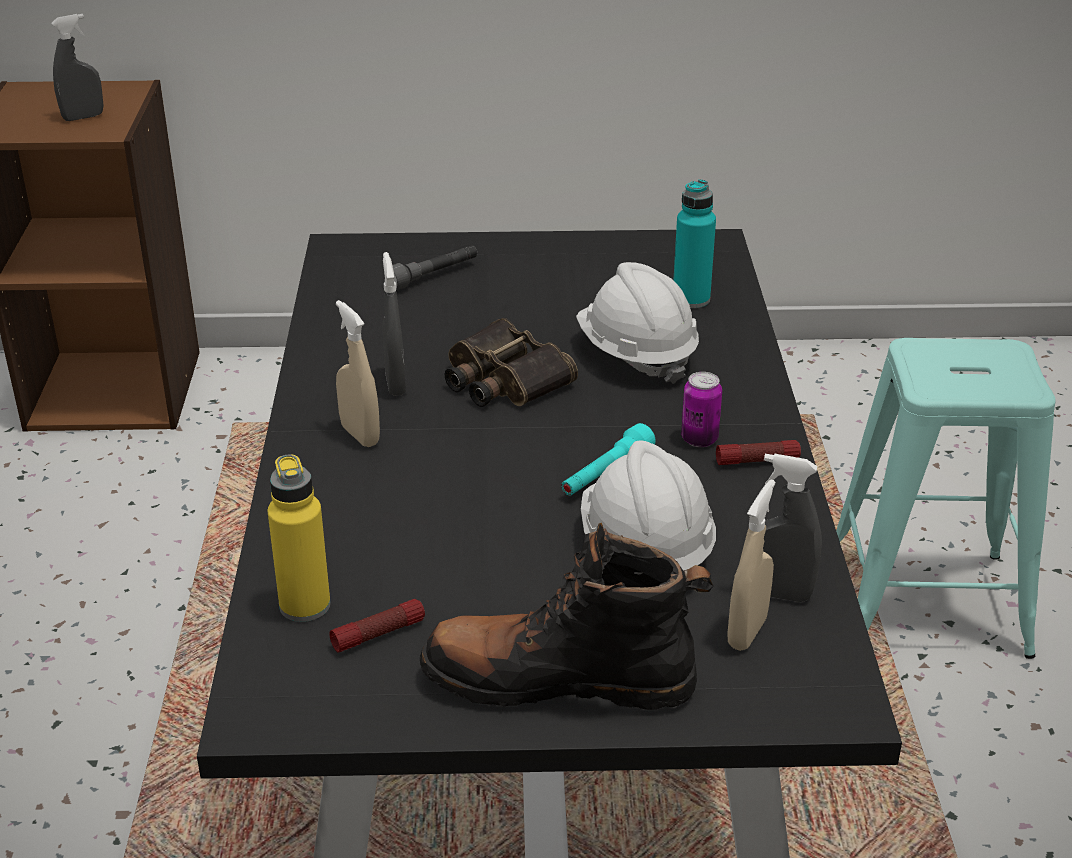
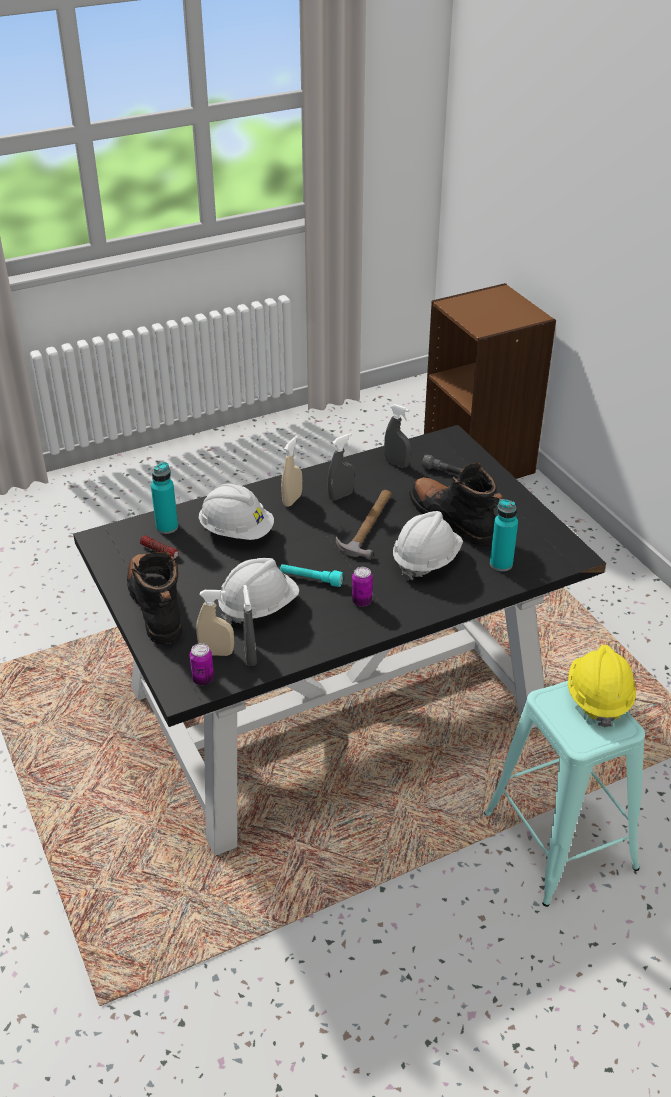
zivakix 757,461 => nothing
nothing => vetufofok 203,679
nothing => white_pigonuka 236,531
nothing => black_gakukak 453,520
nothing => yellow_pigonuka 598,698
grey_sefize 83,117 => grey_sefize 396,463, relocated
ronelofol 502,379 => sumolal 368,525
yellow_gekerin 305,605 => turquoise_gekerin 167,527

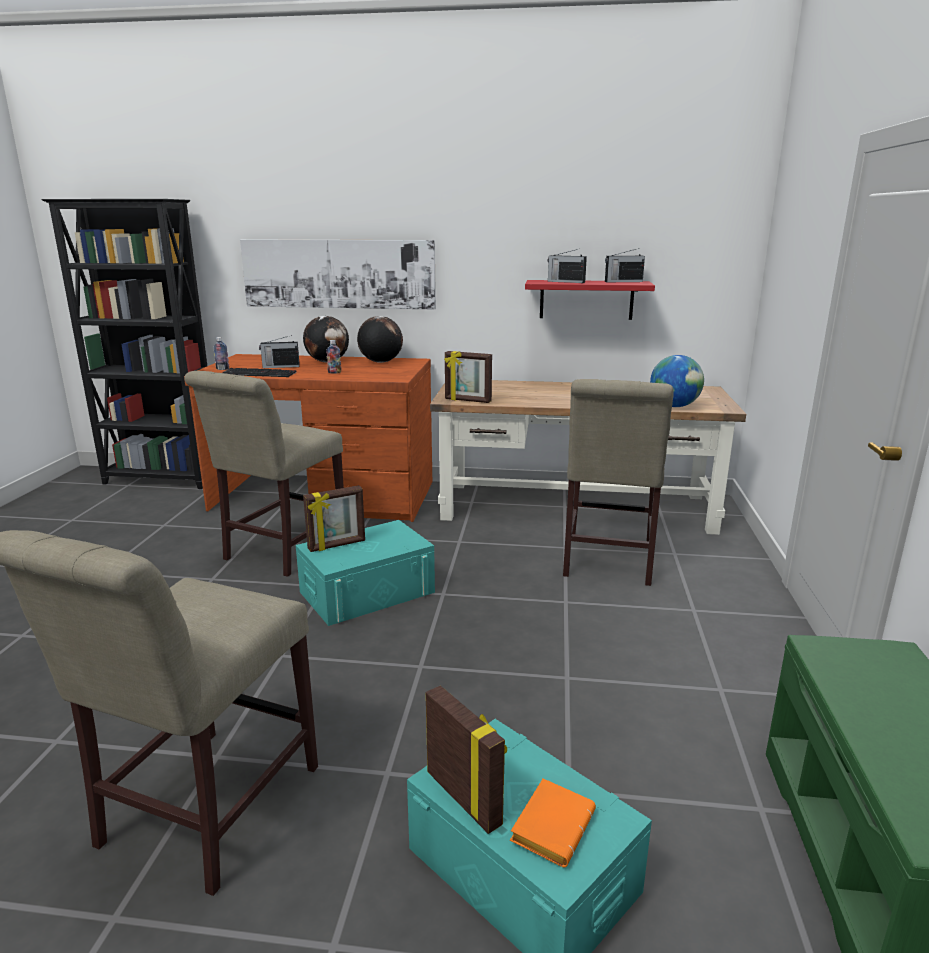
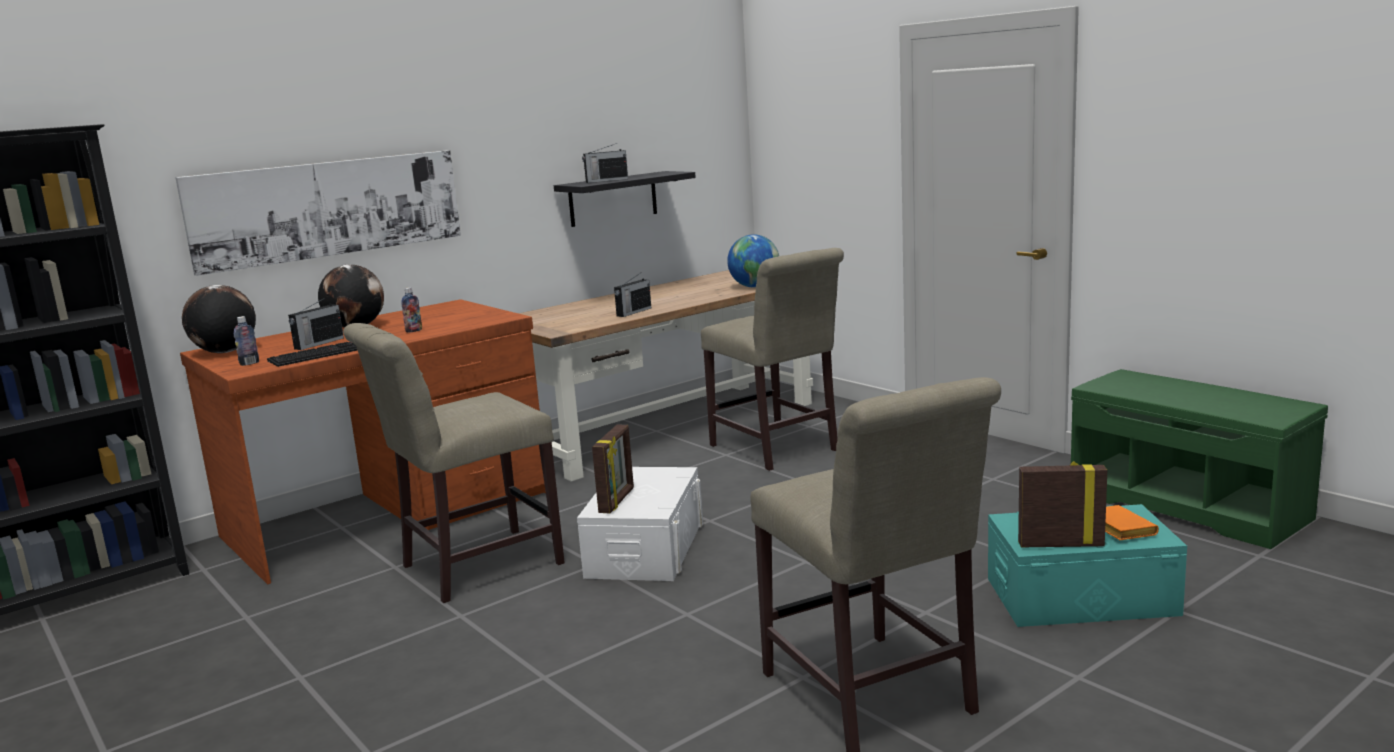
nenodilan 467,401 => nothing
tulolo 380,362 => tulolo 225,352, relocated
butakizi 622,281 => butakizi 633,312, relocated
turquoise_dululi 367,592 => white_dululi 645,549
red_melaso 586,299 => black_melaso 613,199
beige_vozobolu 280,551 => beige_vozobolu 473,567, 75 degrees clockwise

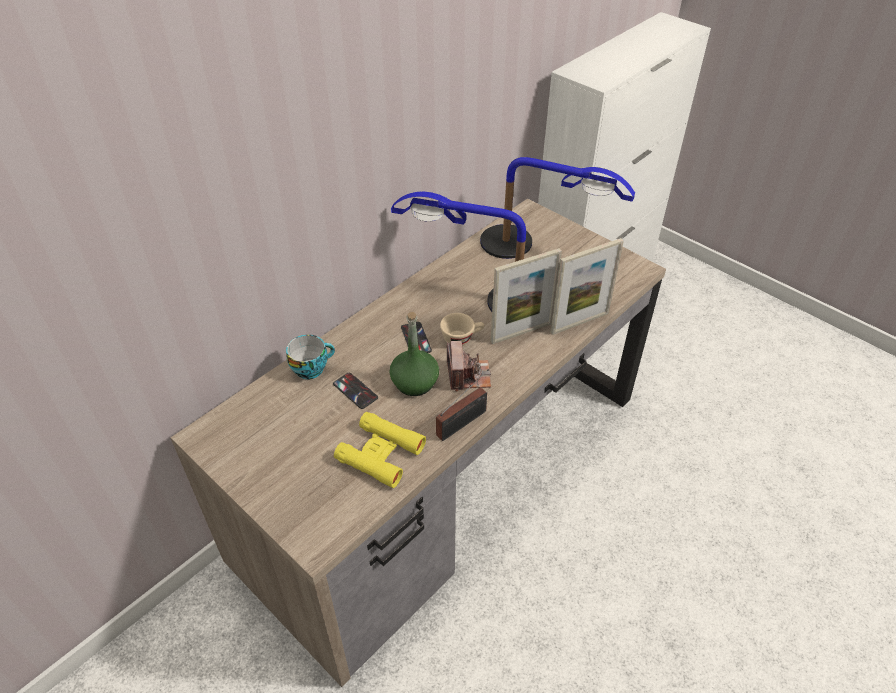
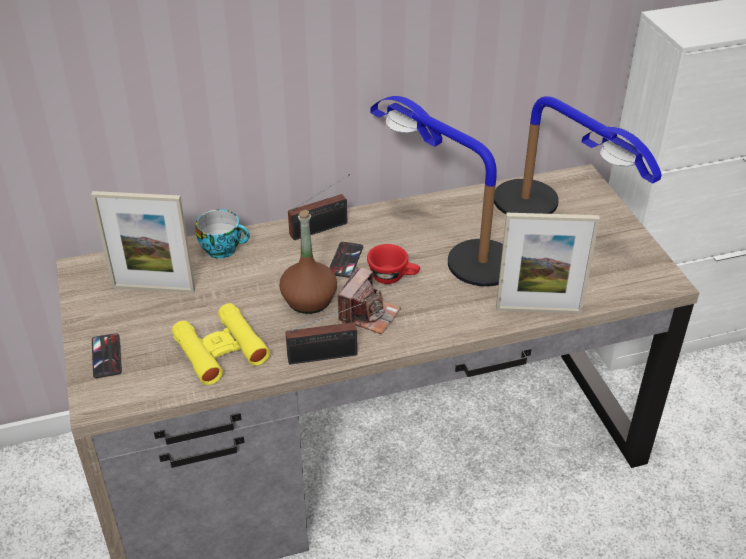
nothing => butakizi 322,228
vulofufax 355,391 => vulofufax 106,356, relocated
nenodilan 521,332 => nenodilan 153,288, relocated
green_gekerin 415,383 => brown_gekerin 309,300
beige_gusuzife 462,338 => red_gusuzife 393,277

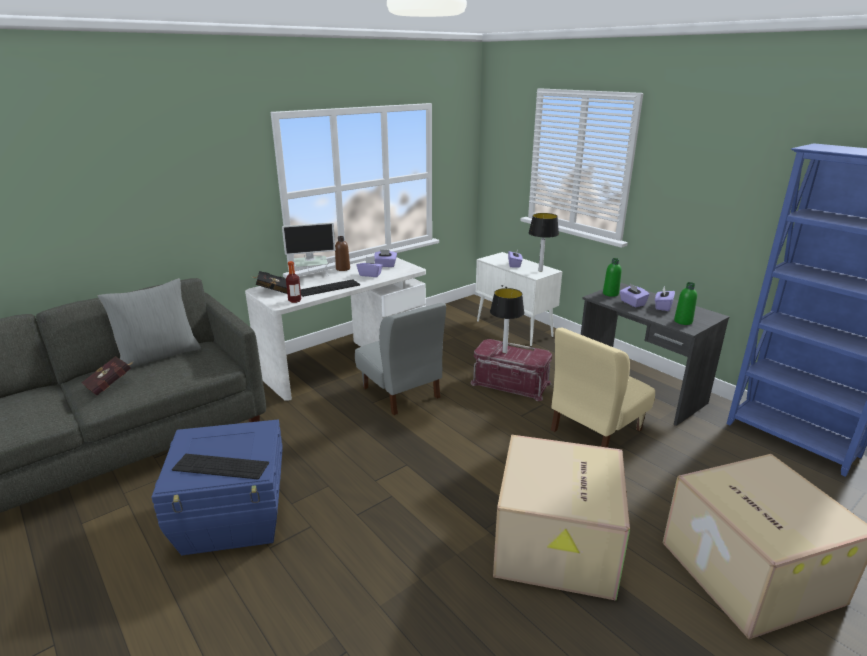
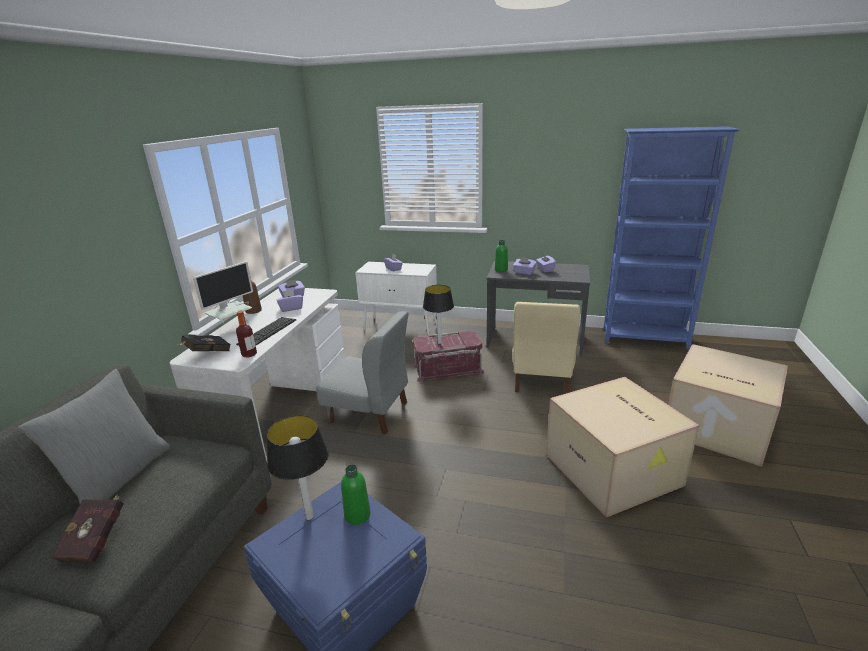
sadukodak 221,466 => nothing
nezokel 540,271 => nezokel 309,517, relocated
green_gekerin 683,321 => green_gekerin 357,515, relocated

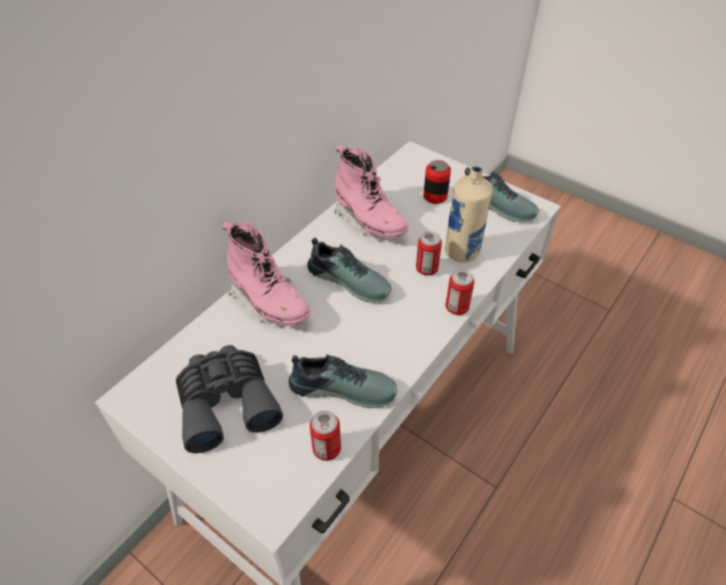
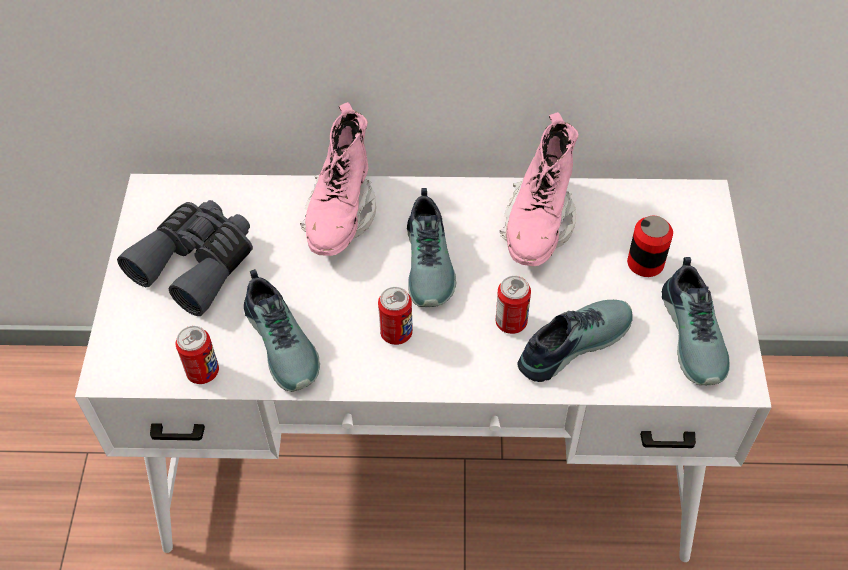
vetufofok 457,307 => vetufofok 396,333, relocated
beige_gekerin 462,252 => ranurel 571,342

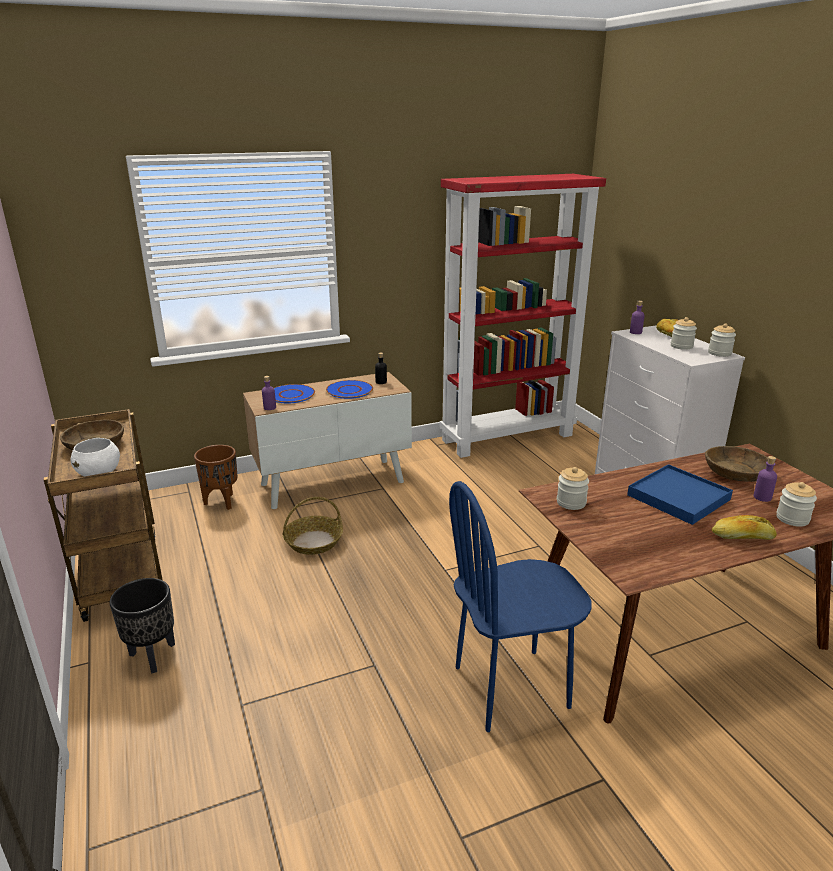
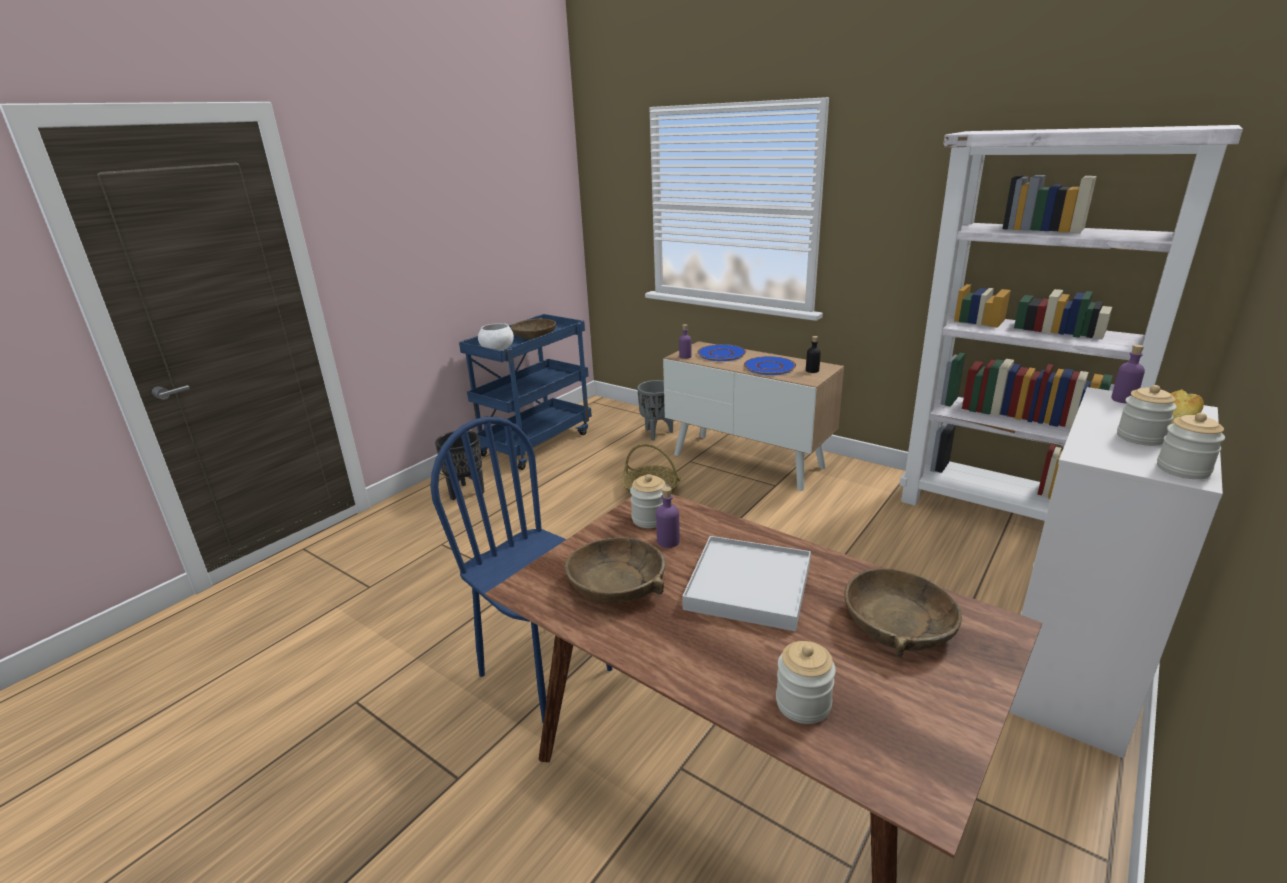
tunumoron 742,537 => nothing
nothing => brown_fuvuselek 617,583
purple_gekerin 762,497 => purple_gekerin 668,541, relocated
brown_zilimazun 120,574 => blue_zilimazun 536,443
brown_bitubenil 222,502 => grey_bitubenil 657,433
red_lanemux 508,437 => white_lanemux 1003,513
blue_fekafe 678,497 => white_fekafe 748,586

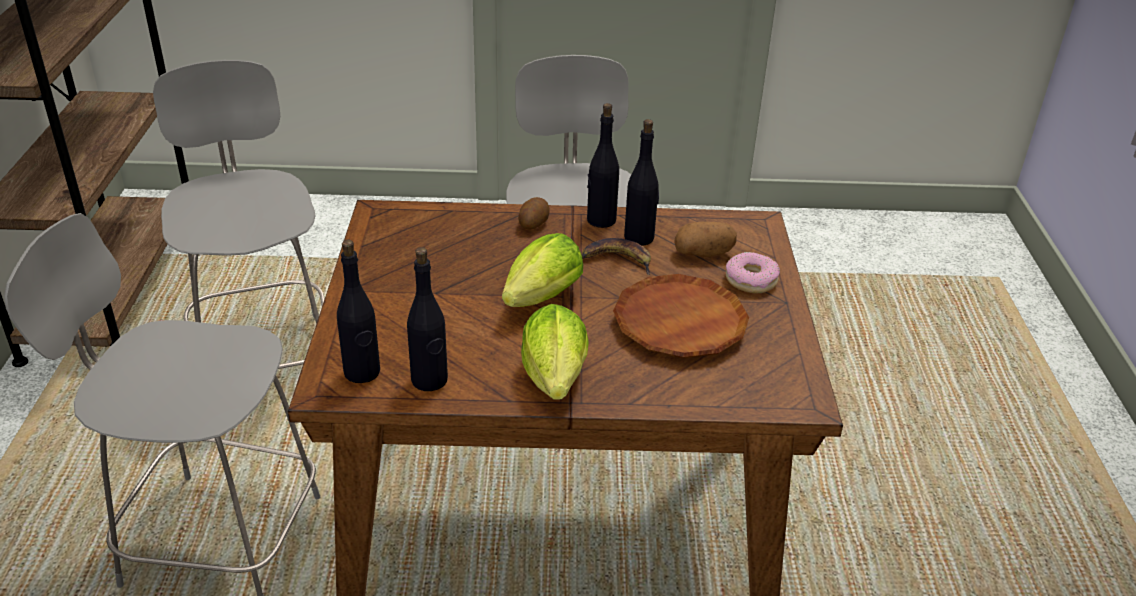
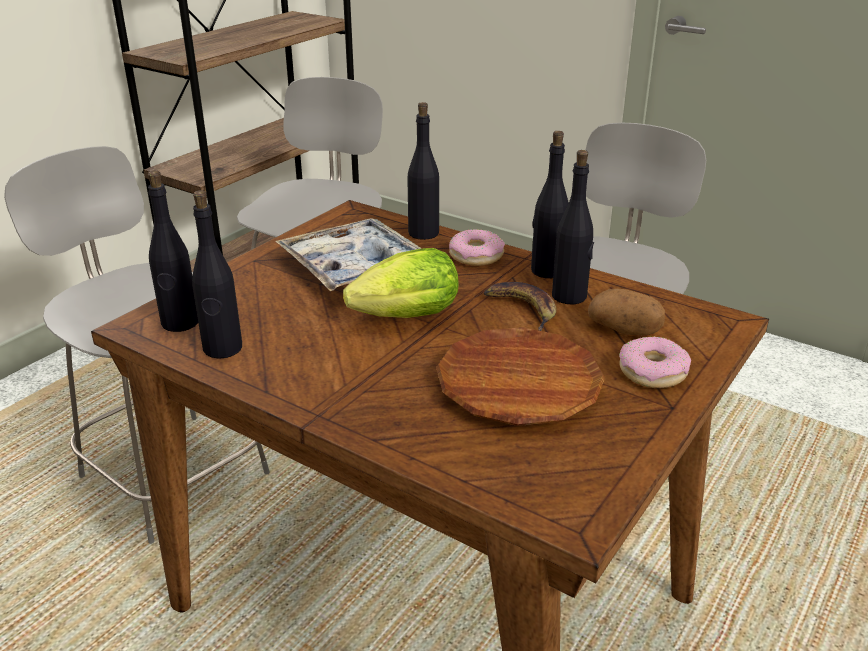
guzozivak 555,382 => nothing
nothing => fekafe 355,267
nothing => black_gekerin 423,233
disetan 533,223 => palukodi 476,256

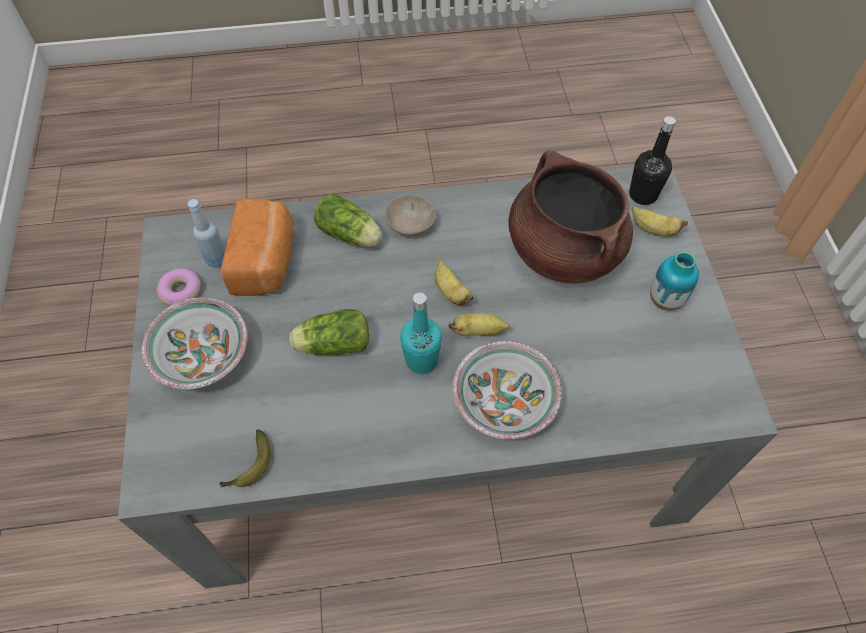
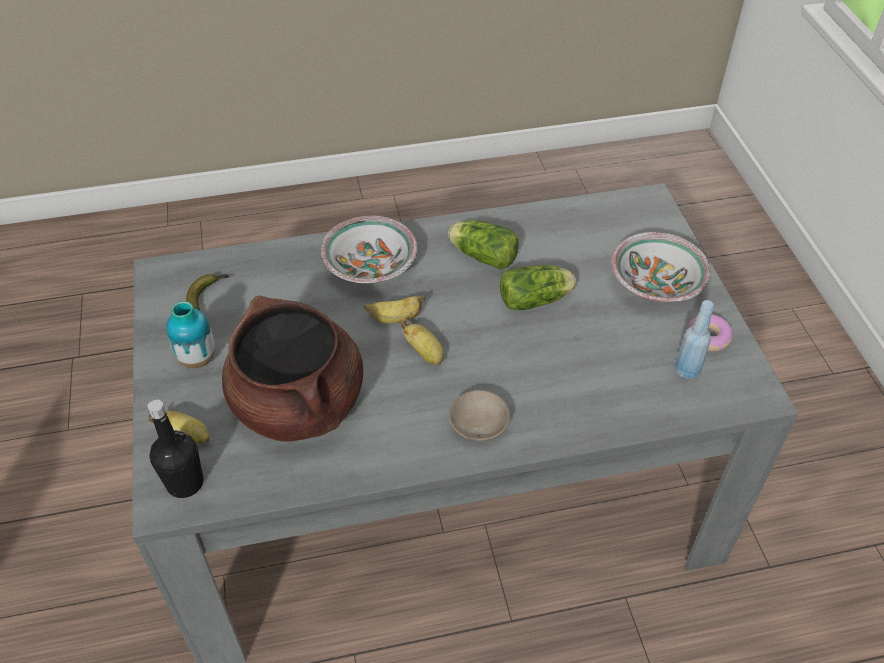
tunumoron 266,261 => nothing
turquoise_gekerin 421,360 => nothing
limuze 249,466 => limuze 207,296, relocated
guzozivak 351,235 => guzozivak 481,255, relocated

